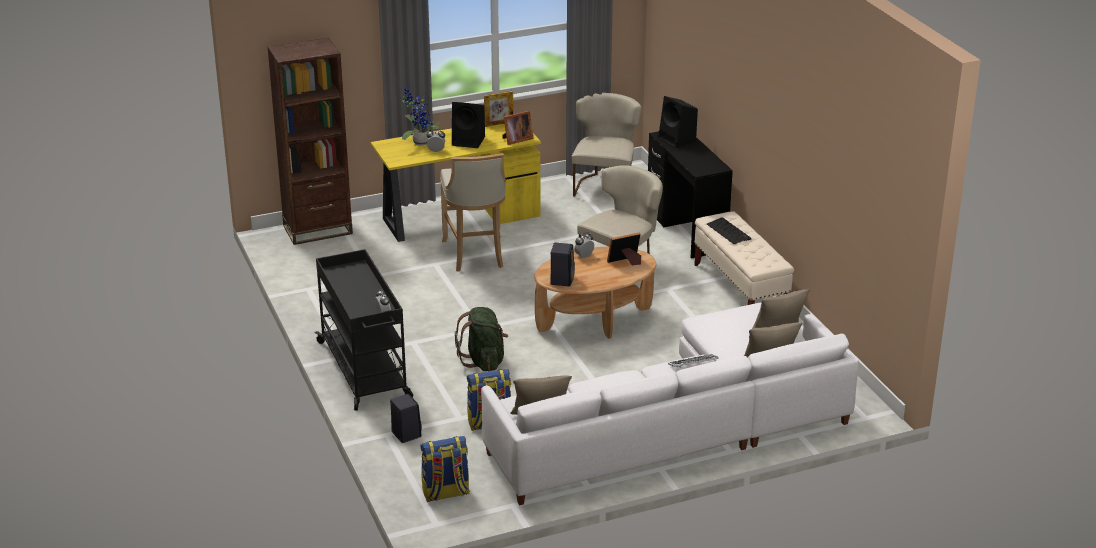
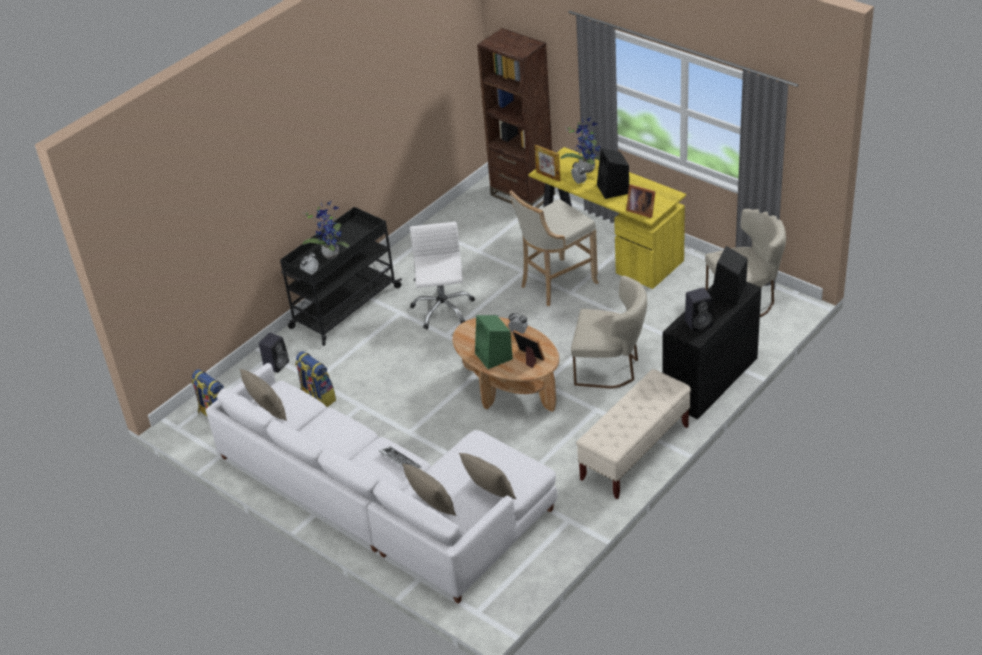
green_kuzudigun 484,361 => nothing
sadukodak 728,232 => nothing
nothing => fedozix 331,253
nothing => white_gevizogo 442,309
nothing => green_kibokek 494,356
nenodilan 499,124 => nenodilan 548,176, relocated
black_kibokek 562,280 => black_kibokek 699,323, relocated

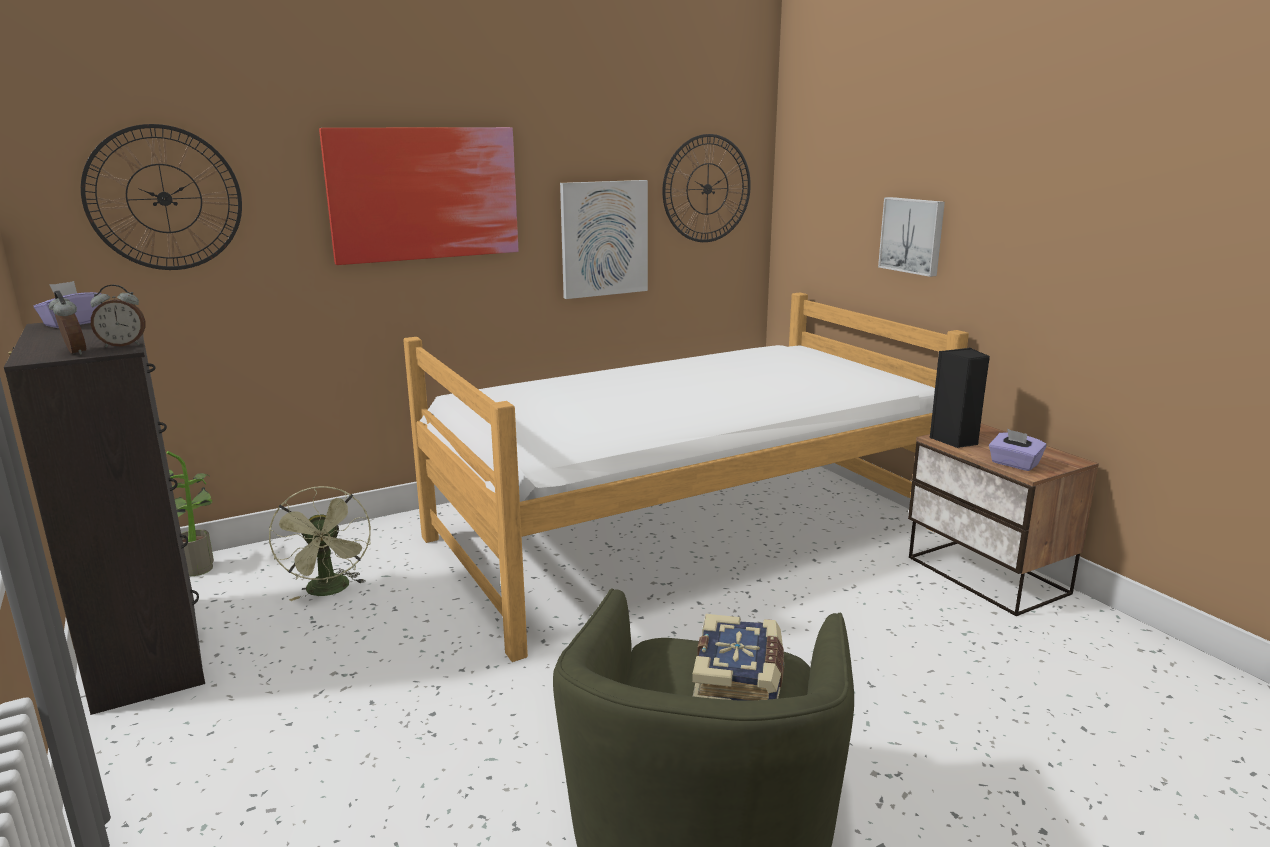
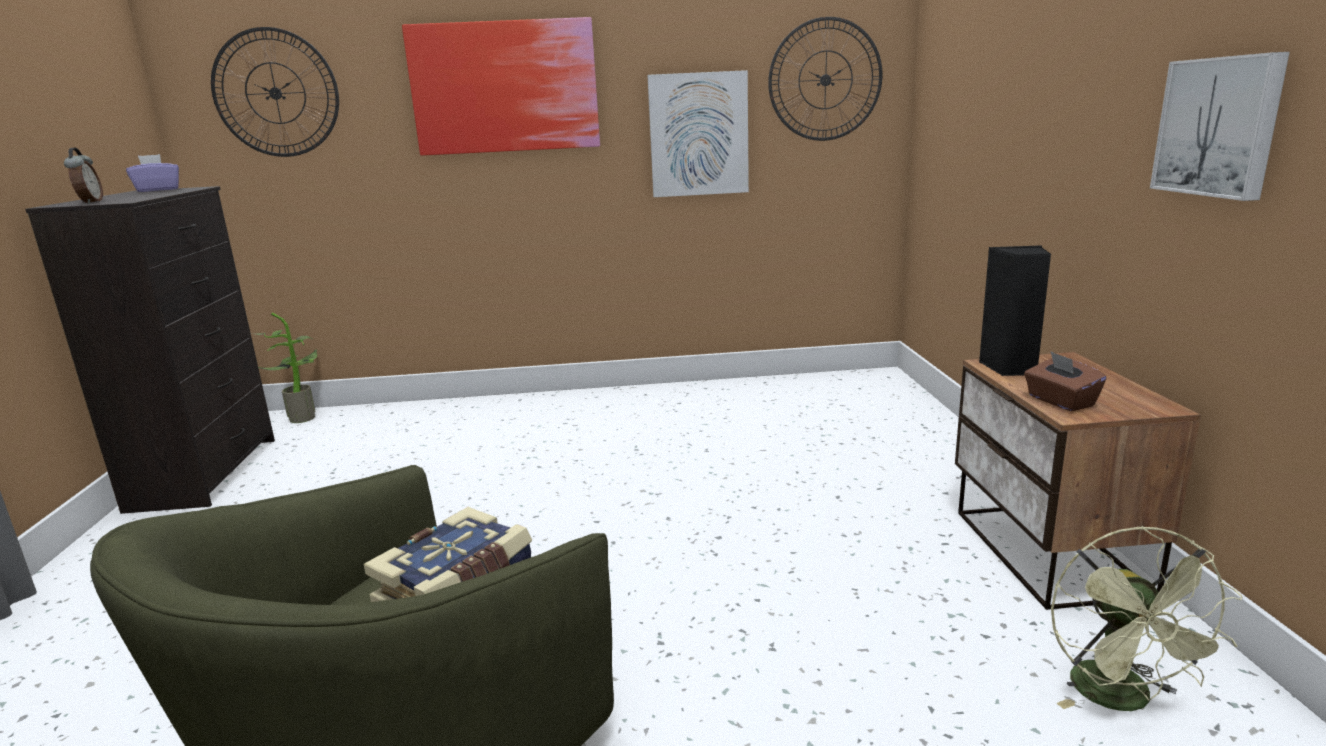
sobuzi 123,345 => nothing
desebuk 686,534 => nothing
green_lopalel 330,591 => green_lopalel 1122,699, relocated
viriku 913,235 => viriku 1219,126, relocated
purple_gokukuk 1014,464 => brown_gokukuk 1060,401

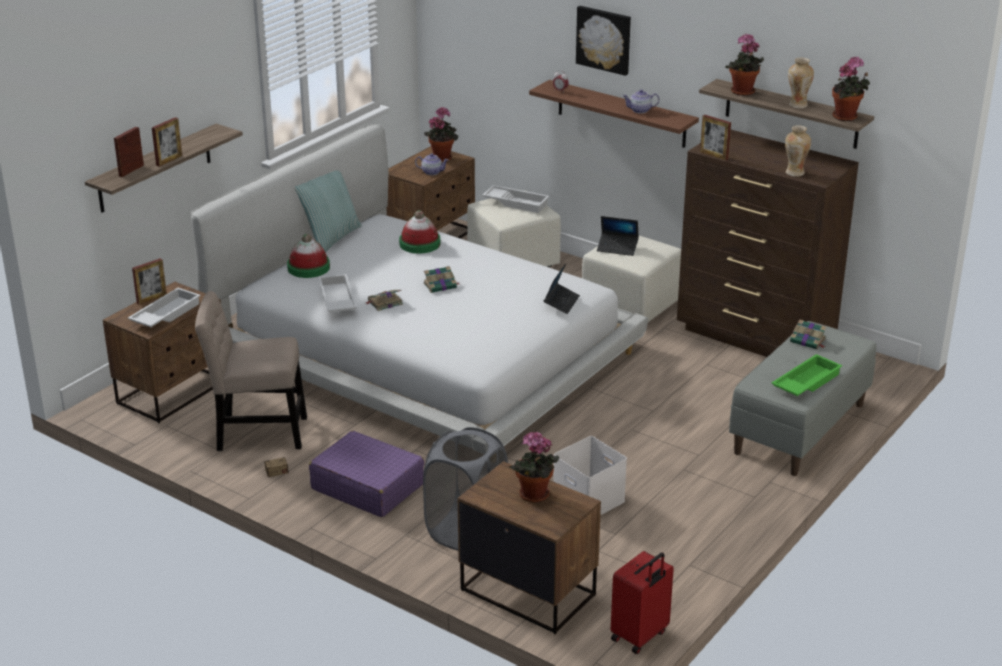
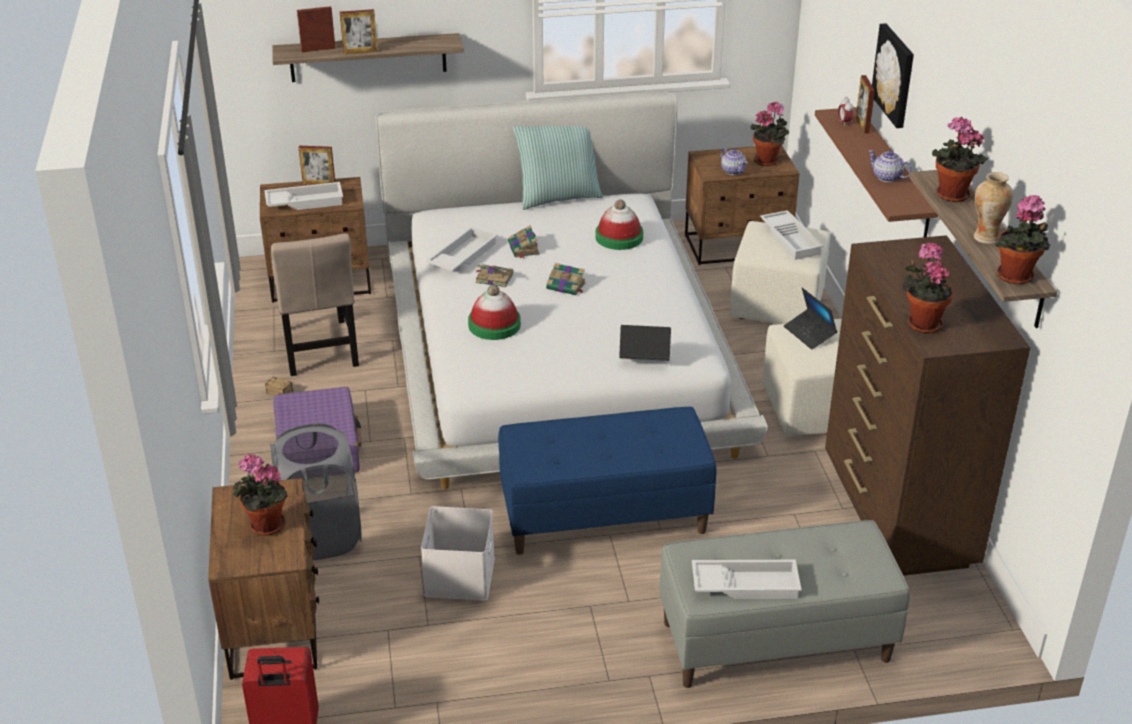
nothing => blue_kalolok 605,516
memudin 308,268 => memudin 494,325, relocated
nenodilan 714,155 => nenodilan 862,125, relocated
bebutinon 808,341 => bebutinon 524,249, relocated
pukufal 794,173 => fedozix 922,323
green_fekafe 805,382 => white_fekafe 745,584
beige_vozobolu 256,433 => beige_vozobolu 320,350, 150 degrees counterclockwise
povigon 561,302 => povigon 644,359, 150 degrees counterclockwise

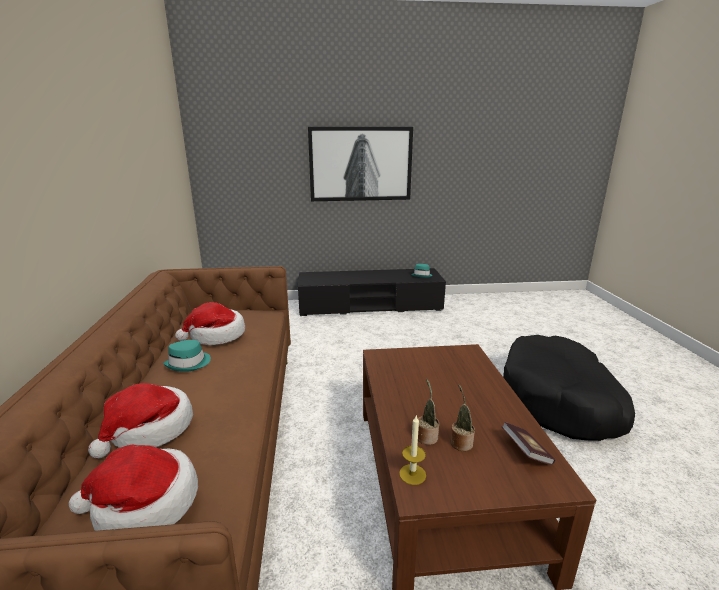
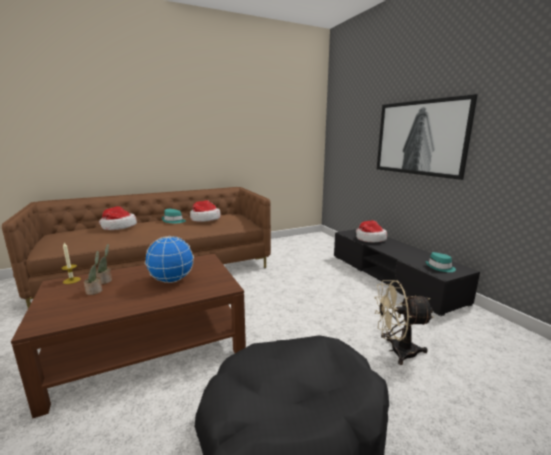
bebutinon 525,451 => nothing
nothing => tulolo 171,280
nothing => beige_lopalel 396,351
memudin 144,505 => memudin 370,239, relocated

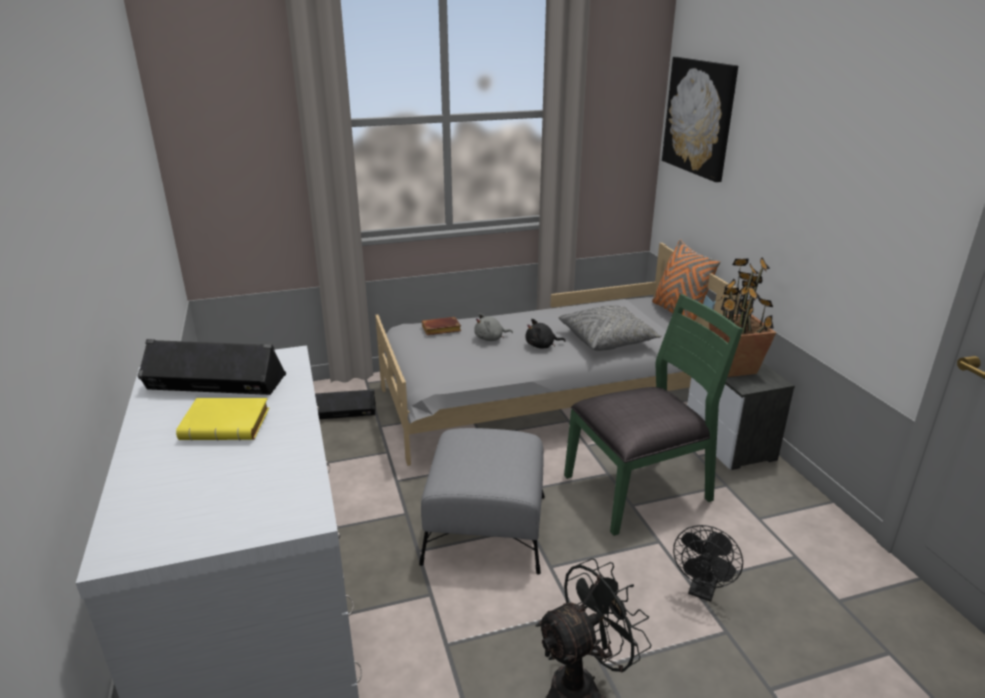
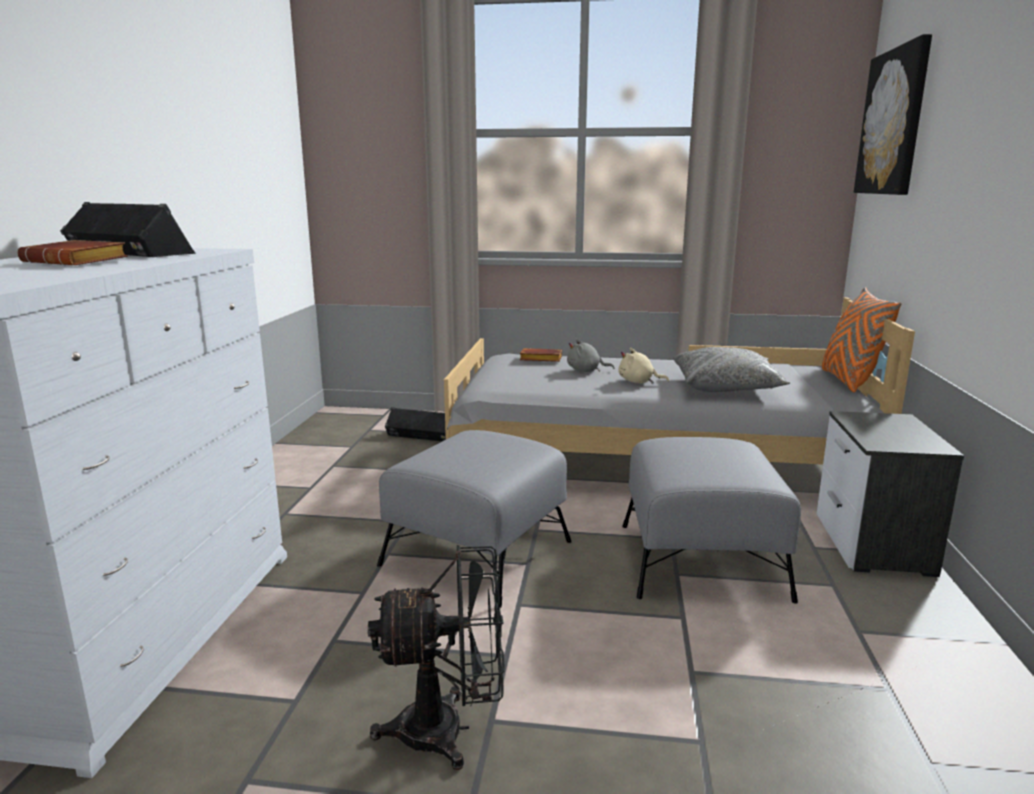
black_lopalel 702,590 => nothing
fedozix 733,368 => nothing
green_vozobolu 639,489 => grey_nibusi 700,561
yellow_bebutinon 229,425 => brown_bebutinon 79,262
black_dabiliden 542,346 => beige_dabiliden 638,382

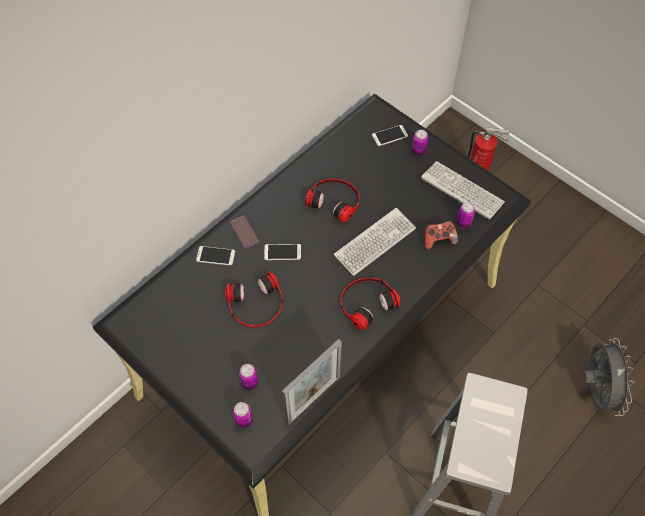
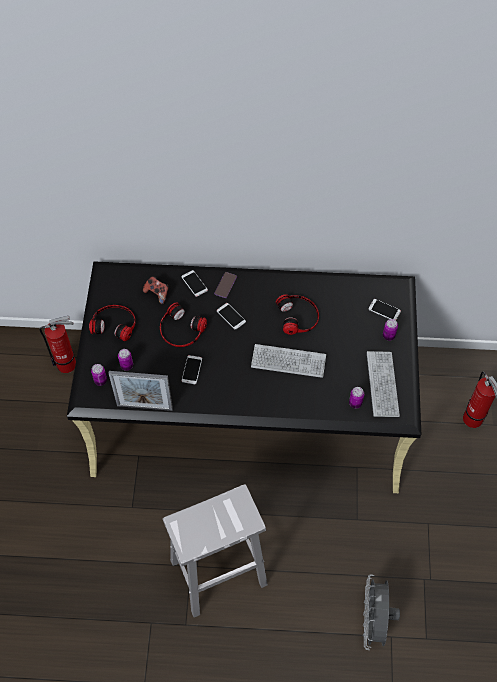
nothing => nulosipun 69,364
nothing => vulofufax 192,370
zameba 366,302 => zameba 114,323, relocated
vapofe 438,240 => vapofe 157,293, relocated
grey_lopalel 595,390 => grey_lopalel 374,622, 135 degrees clockwise

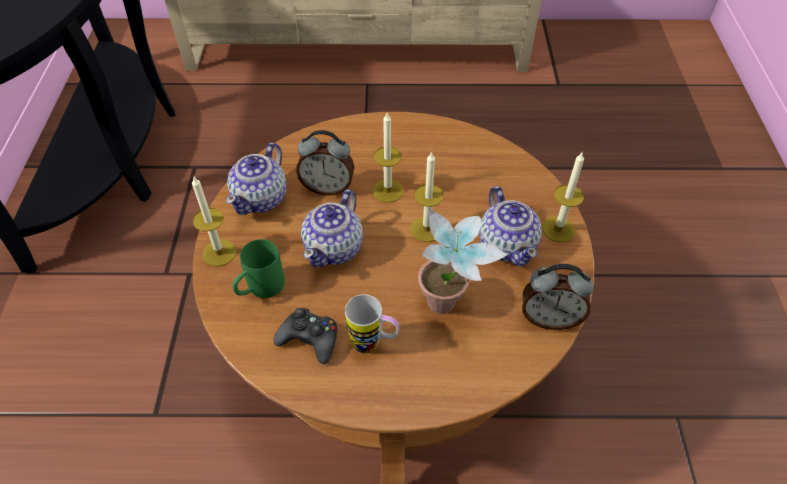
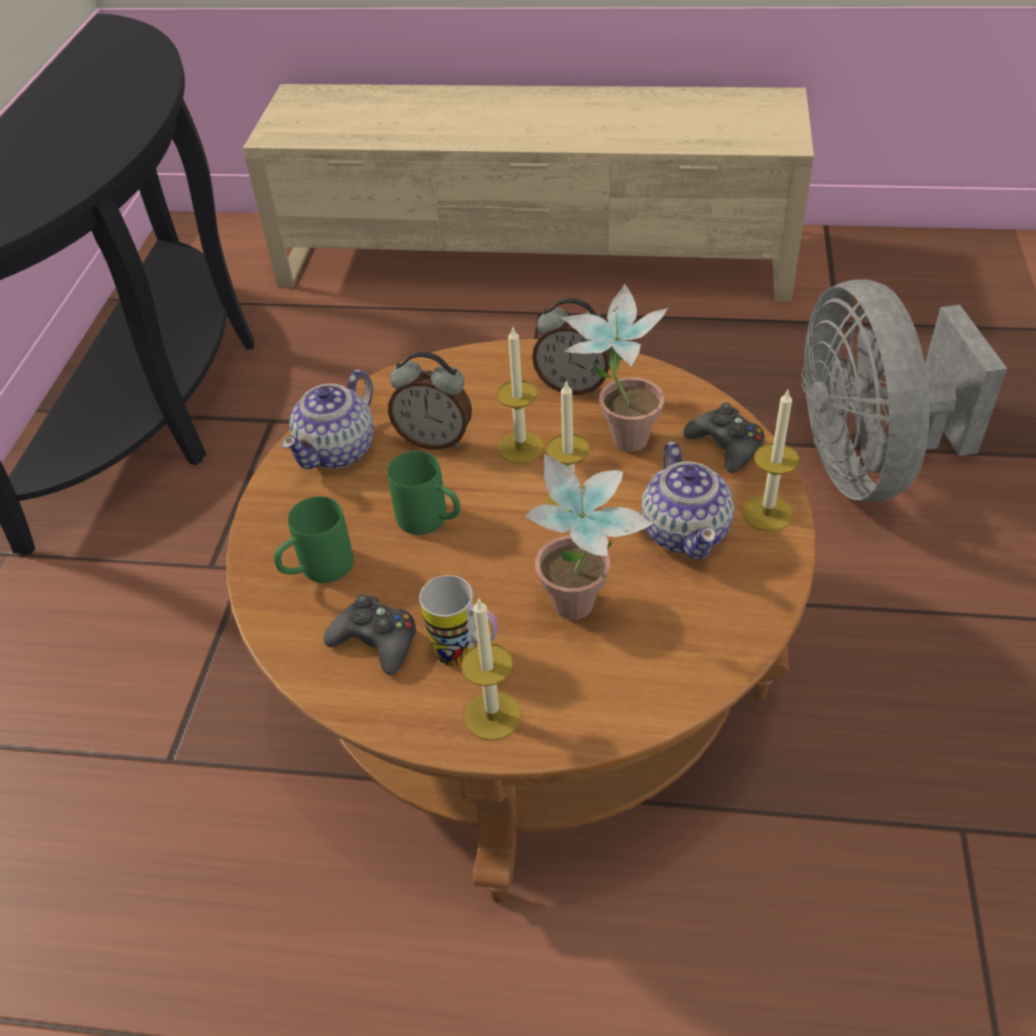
nothing => fedozix 616,439
nothing => black_vapofe 726,446
nothing => grey_lopalel 867,462
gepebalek 219,252 => gepebalek 493,715, relocated
sobuzi 549,318 => sobuzi 573,385, relocated
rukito 334,248 => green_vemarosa 431,521

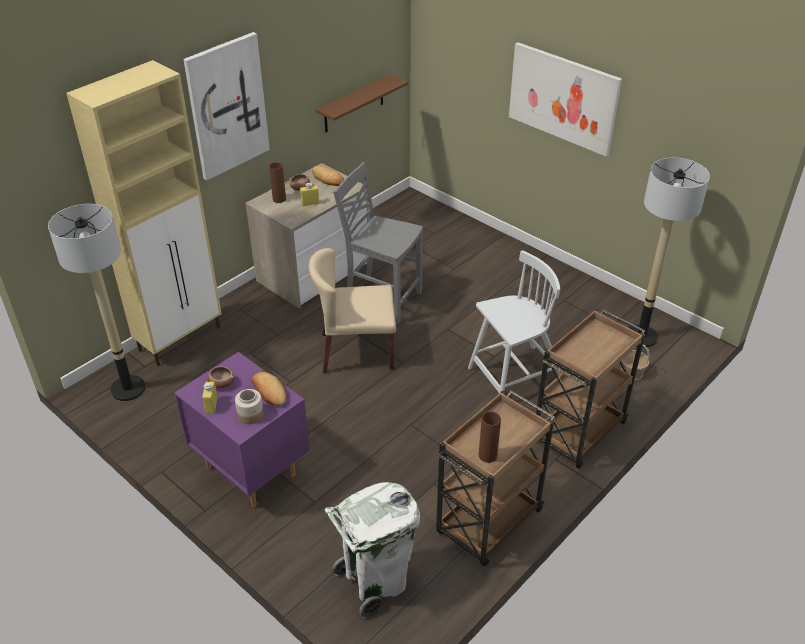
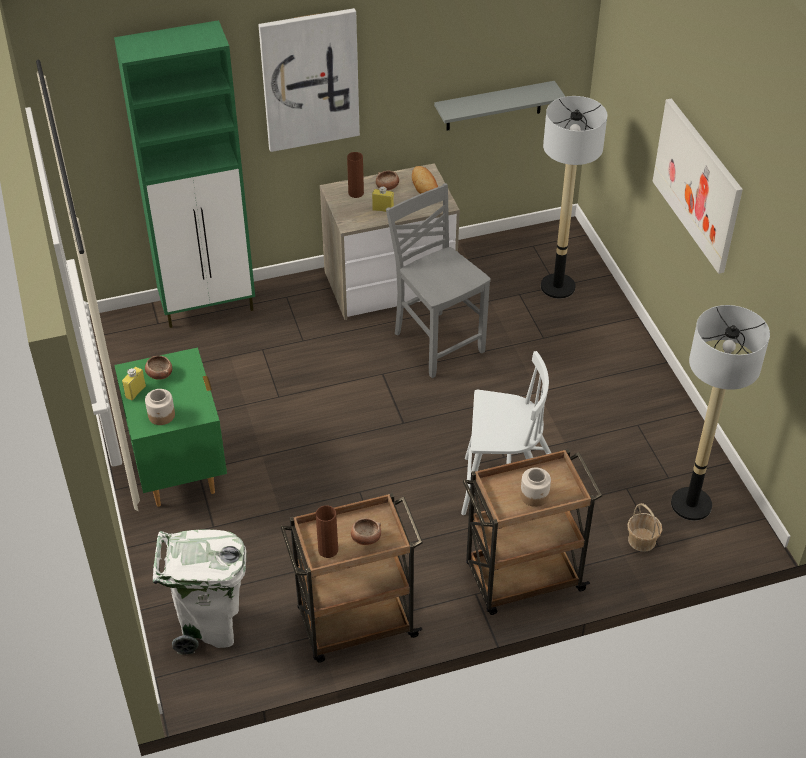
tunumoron 269,392 => nothing
beige_vozobolu 356,351 => nothing
nothing => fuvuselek 365,538
nothing => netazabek 534,495
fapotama 128,389 => fapotama 558,287, relocated
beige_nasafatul 181,338 => green_nasafatul 209,307
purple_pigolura 251,470 => green_pigolura 180,470
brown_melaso 354,104 => grey_melaso 494,106

